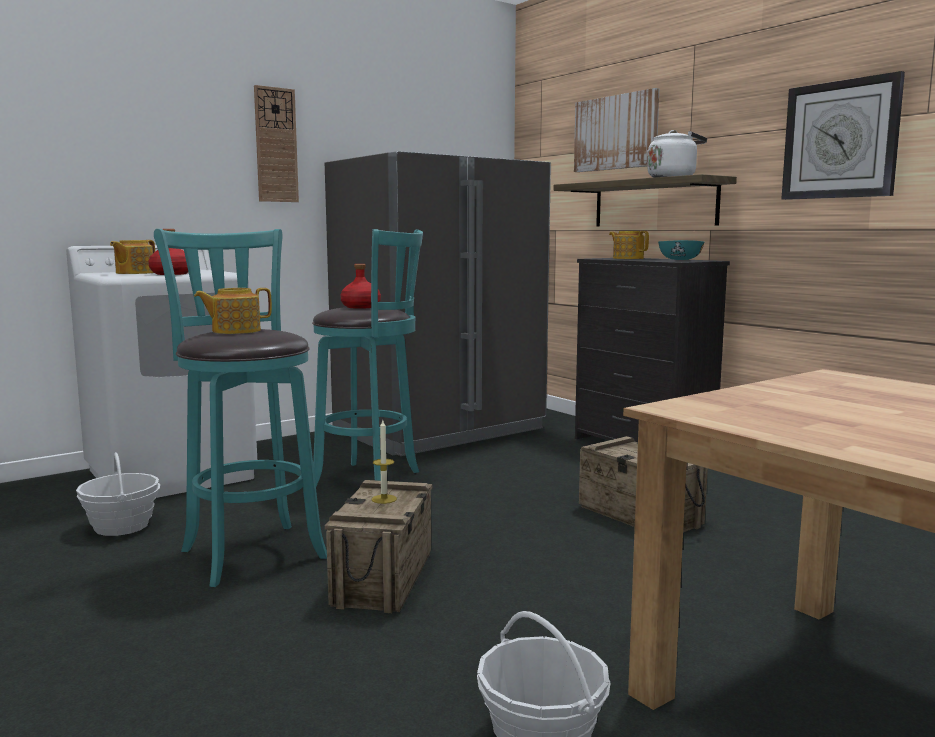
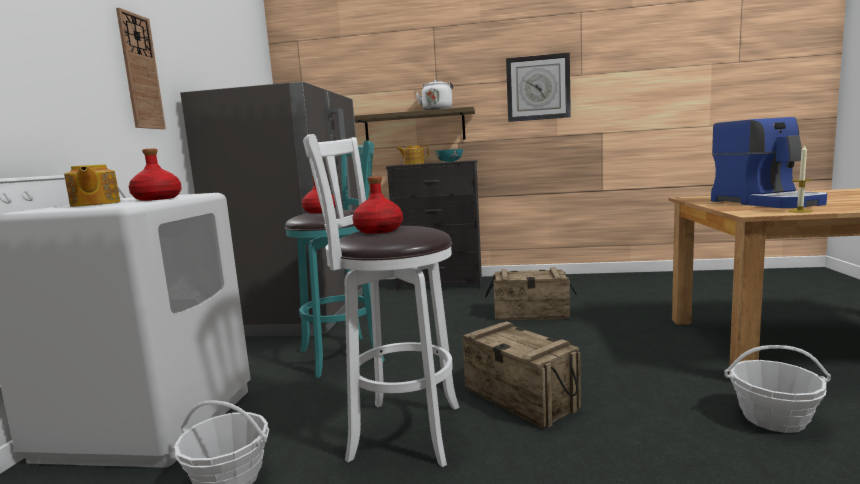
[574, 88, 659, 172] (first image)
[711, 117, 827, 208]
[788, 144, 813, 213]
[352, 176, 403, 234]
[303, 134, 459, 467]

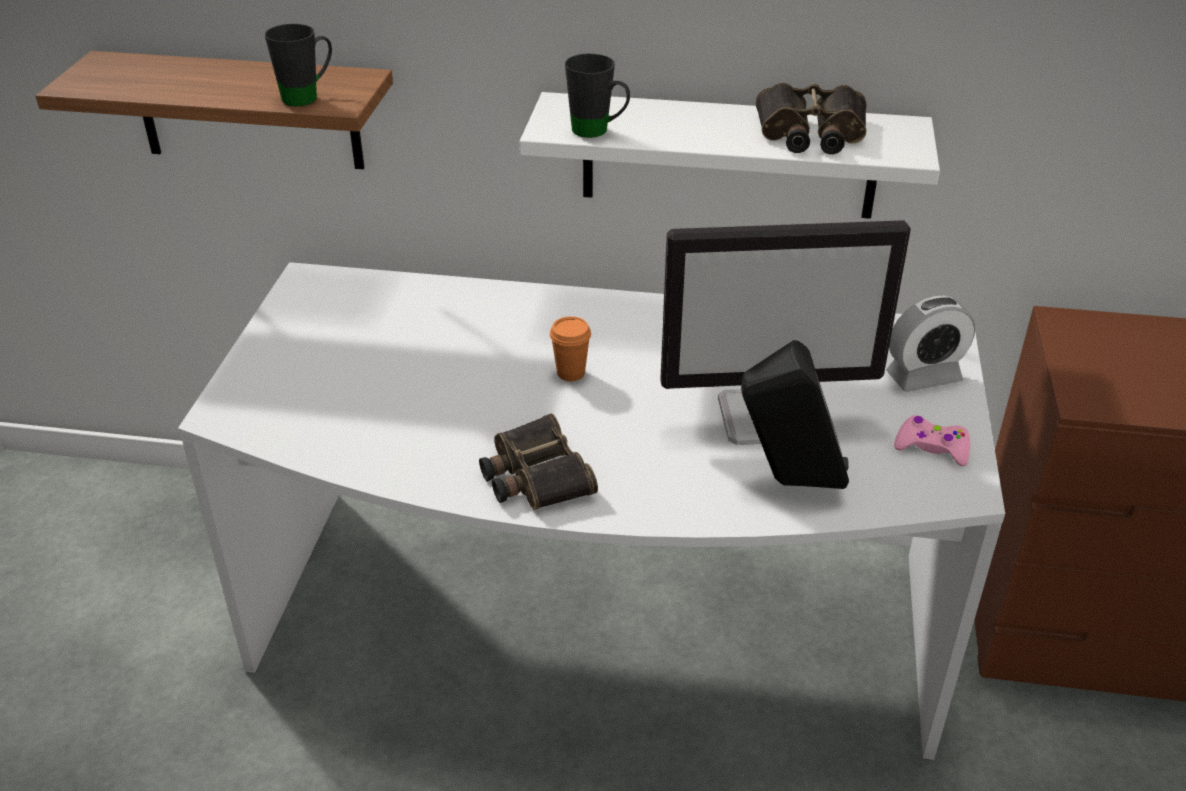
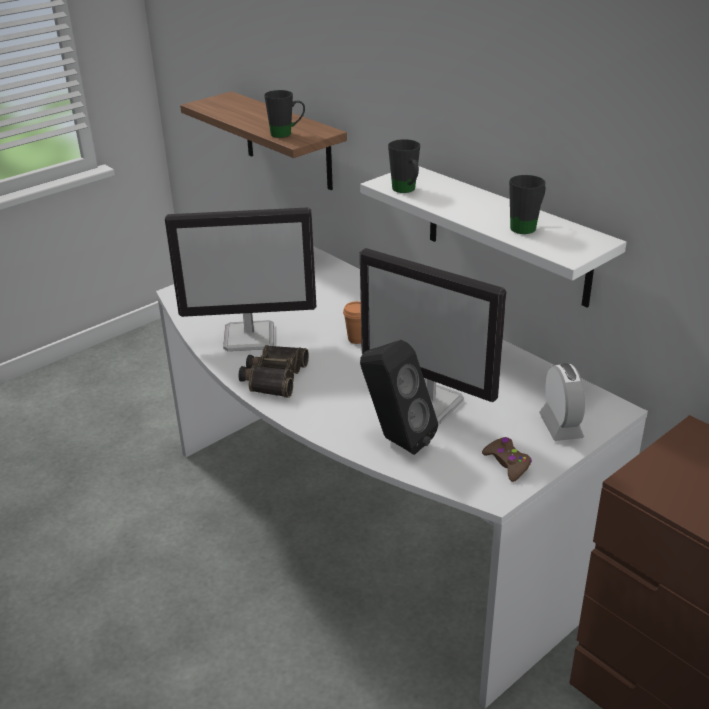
[165, 207, 316, 351]
[509, 175, 546, 234]
[482, 437, 532, 482]
[539, 364, 585, 441]

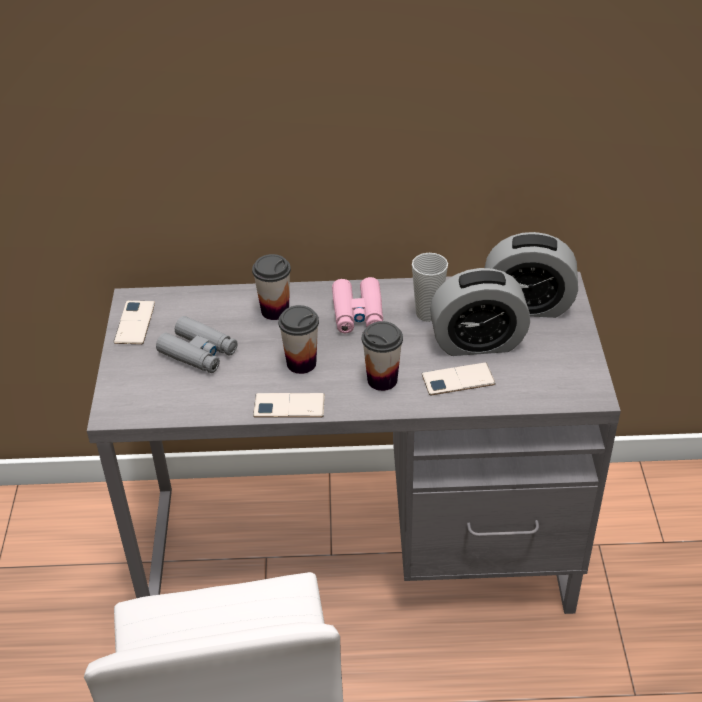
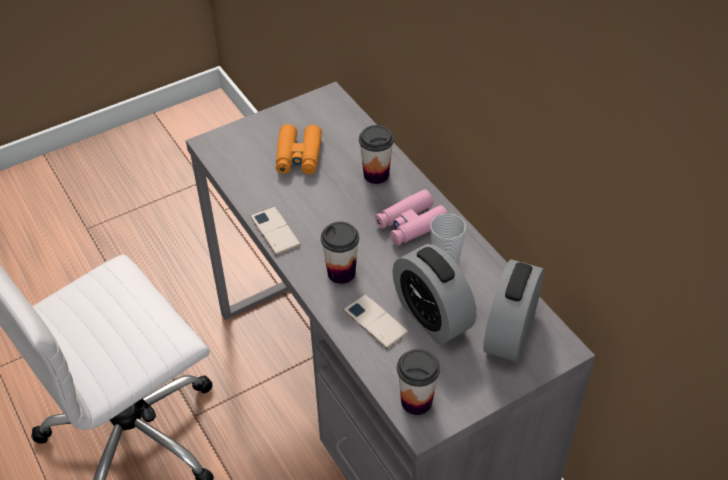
[114, 301, 155, 344] (first image)
[397, 349, 440, 415]
[276, 124, 322, 174]
[483, 259, 544, 362]

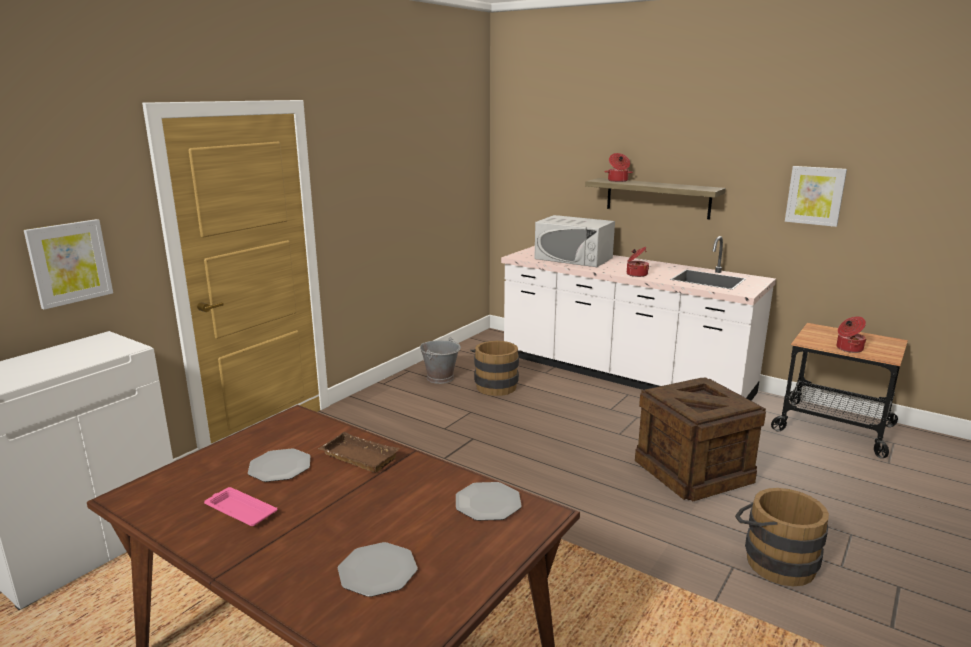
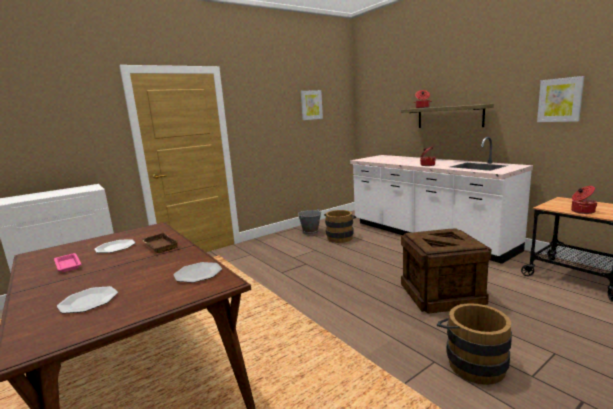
[534, 215, 615, 267] (first image)
[301, 90, 323, 120]

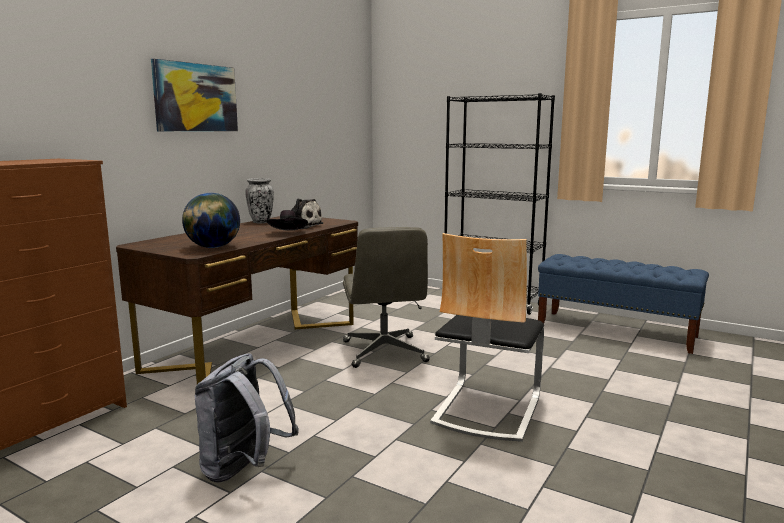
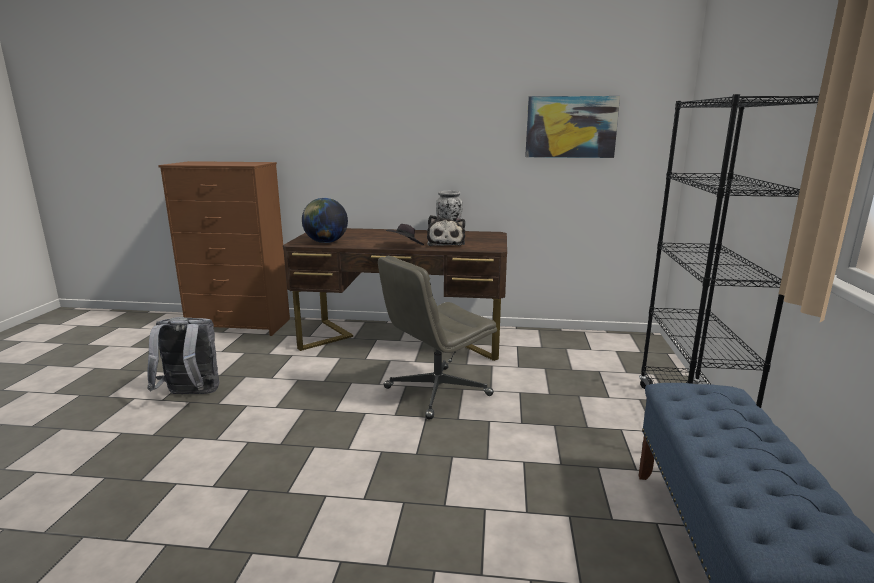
[430, 233, 544, 442] (first image)
[525, 96, 620, 158]

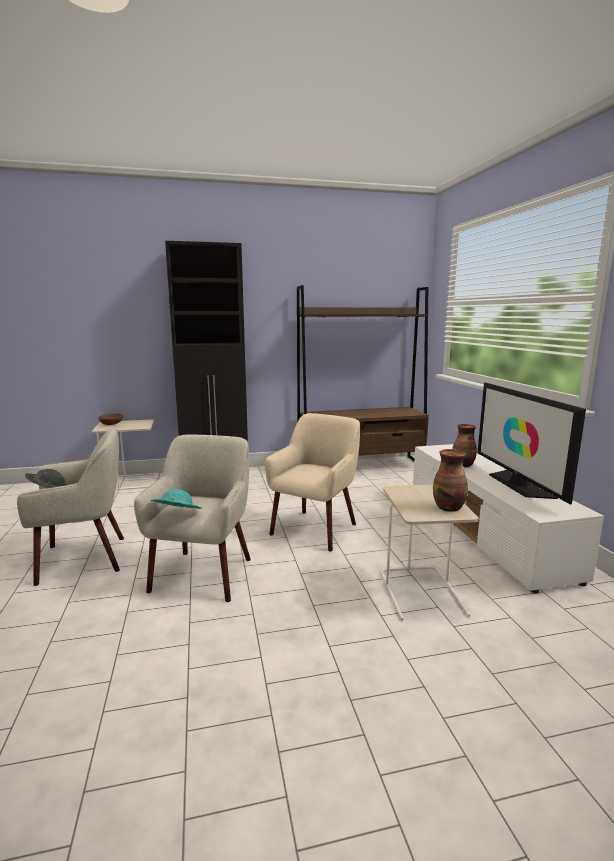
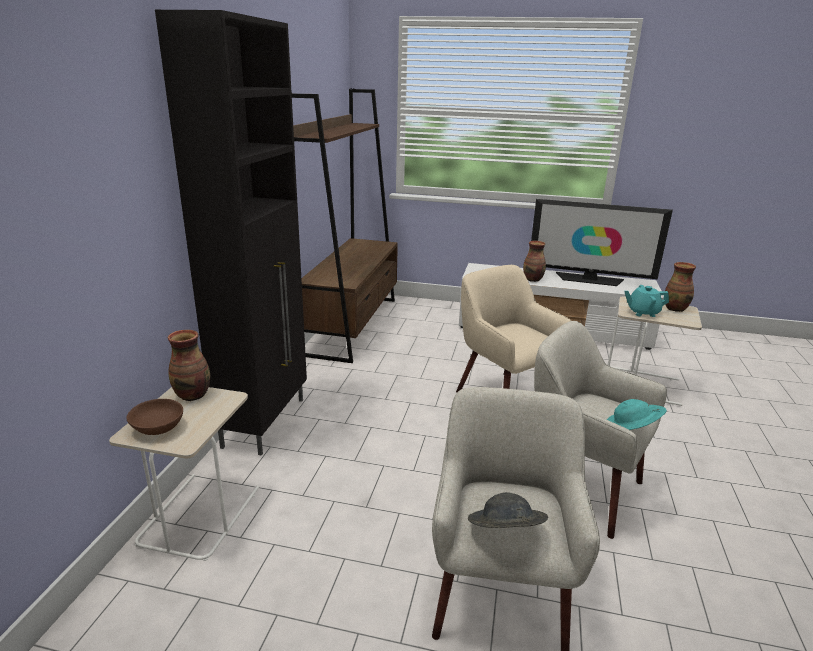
[168, 330, 210, 401]
[624, 285, 669, 317]

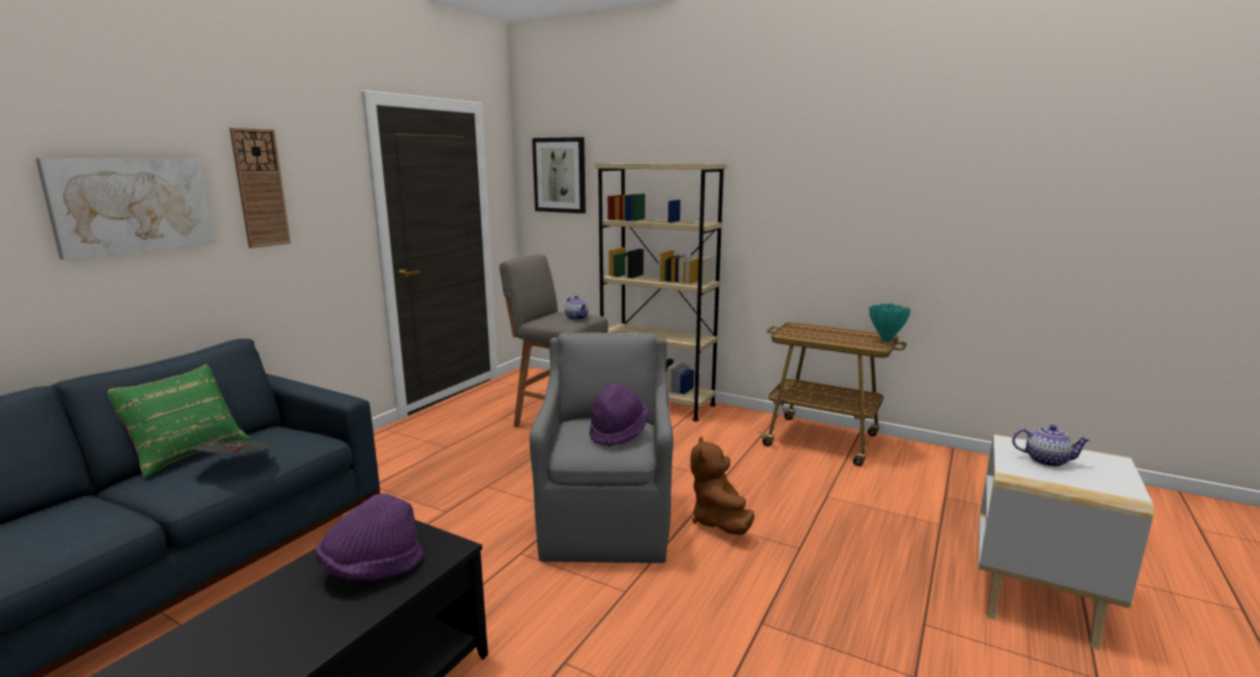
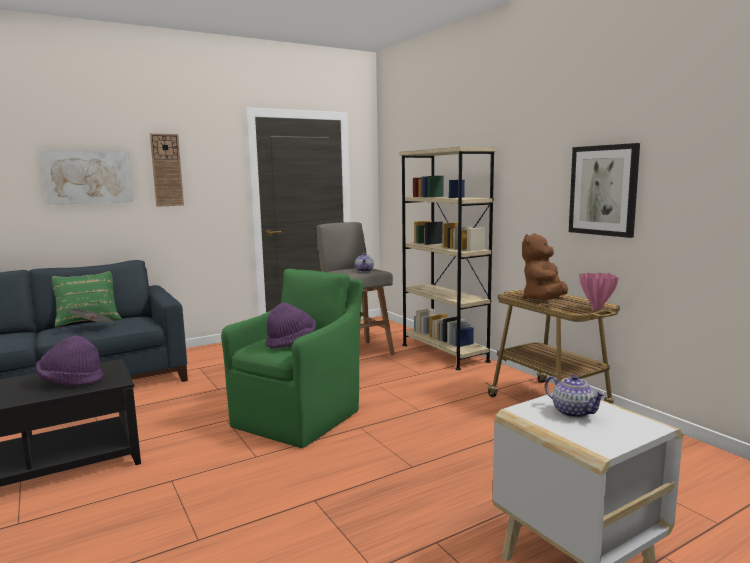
[569, 143, 640, 238]
[522, 233, 568, 300]
[221, 269, 363, 448]
[579, 273, 619, 310]

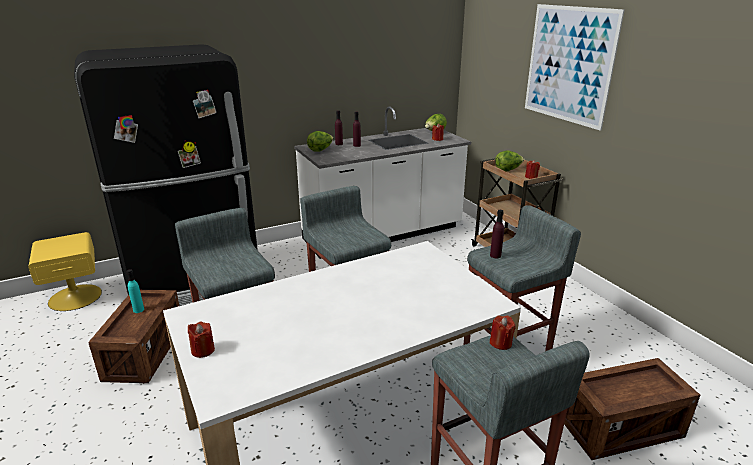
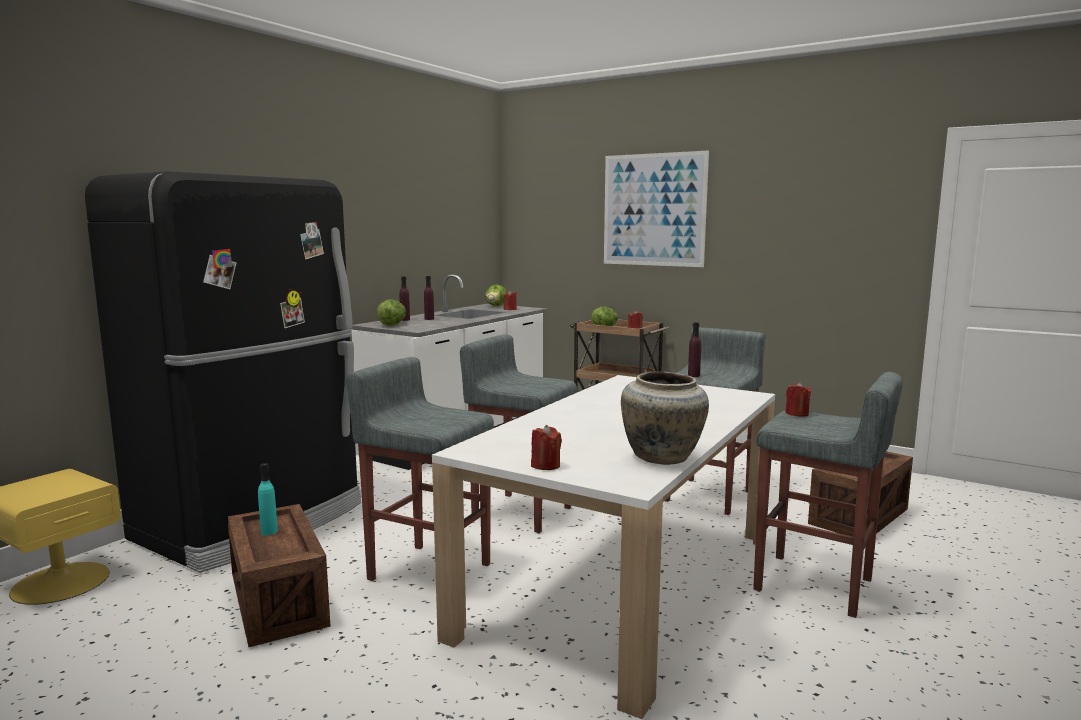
[621, 371, 709, 465]

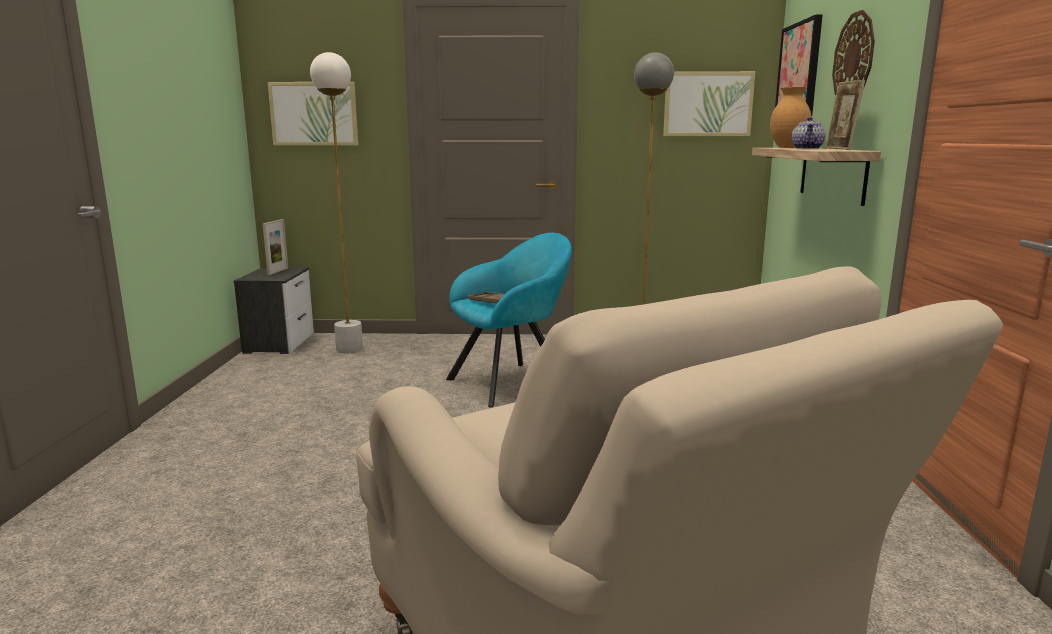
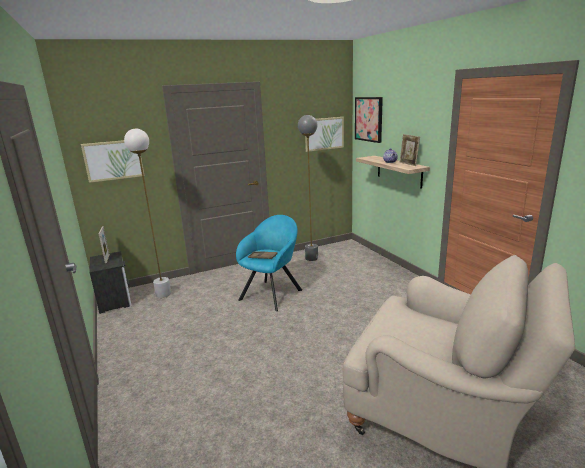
[770, 87, 811, 148] (first image)
[832, 10, 875, 95] (first image)

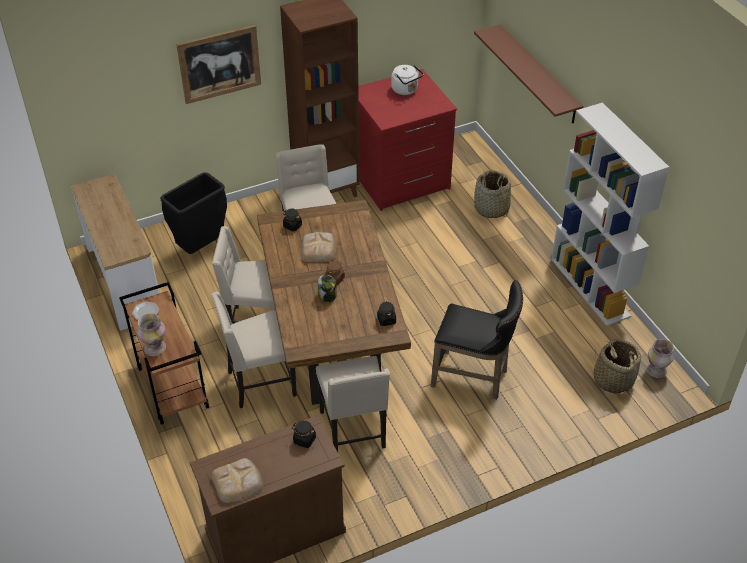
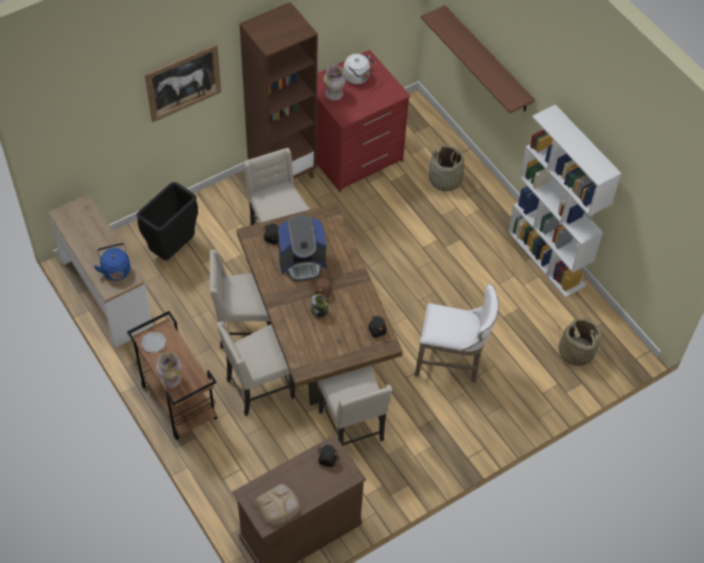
[94, 243, 130, 281]
[324, 65, 346, 100]
[278, 215, 327, 282]
[415, 284, 499, 383]

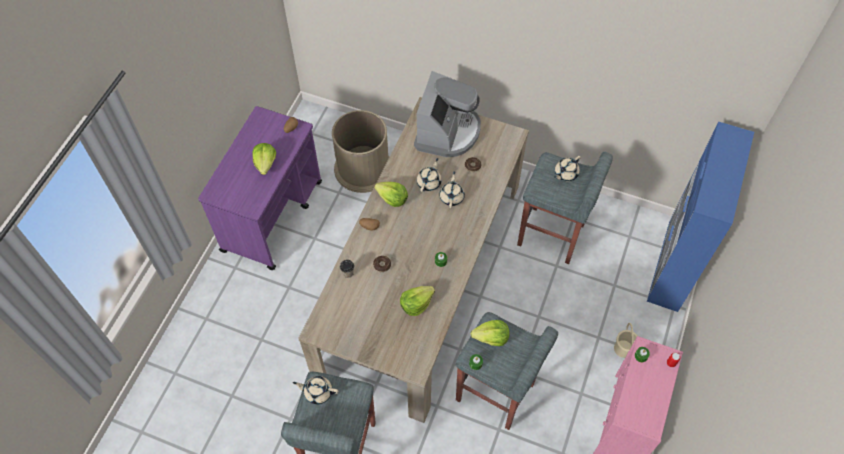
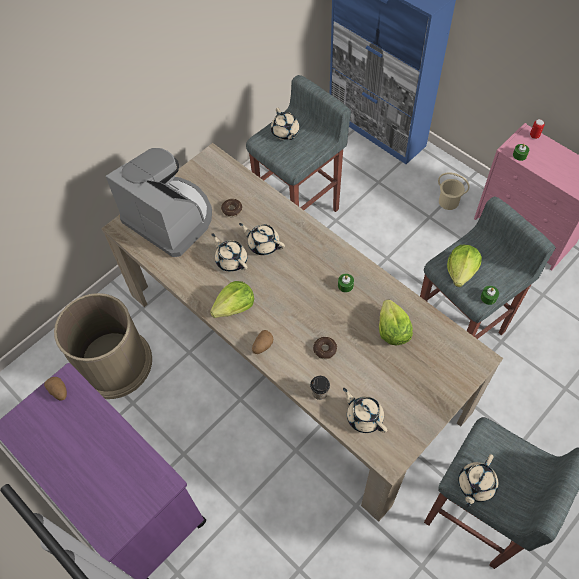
[252, 143, 276, 175] (first image)
[343, 388, 388, 433]

